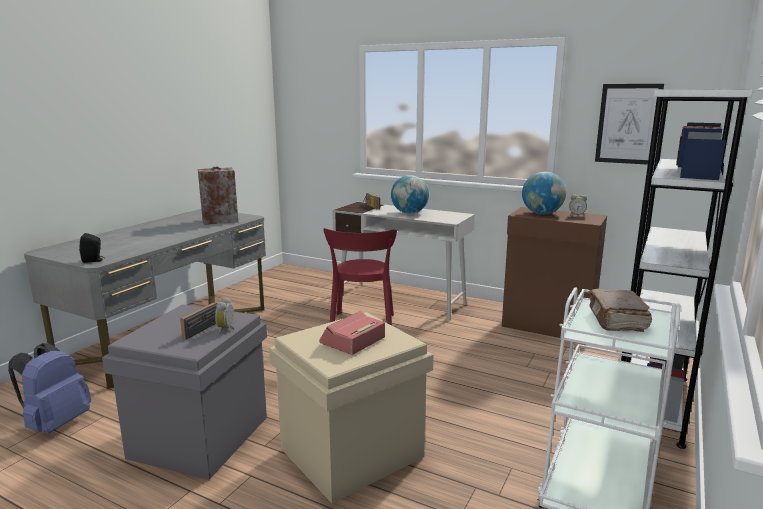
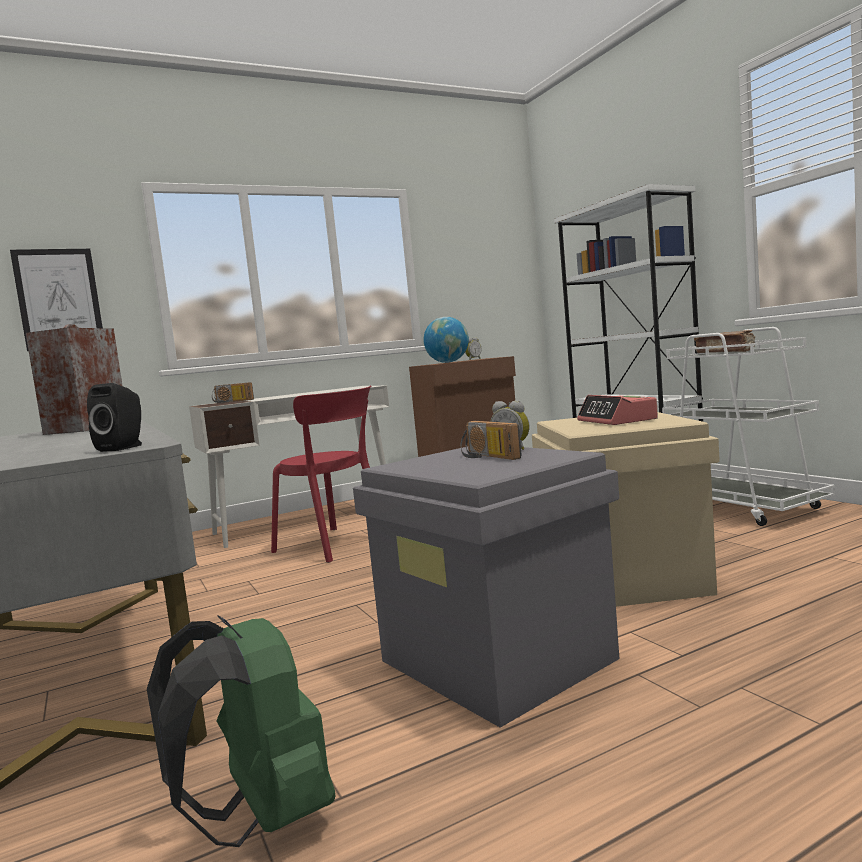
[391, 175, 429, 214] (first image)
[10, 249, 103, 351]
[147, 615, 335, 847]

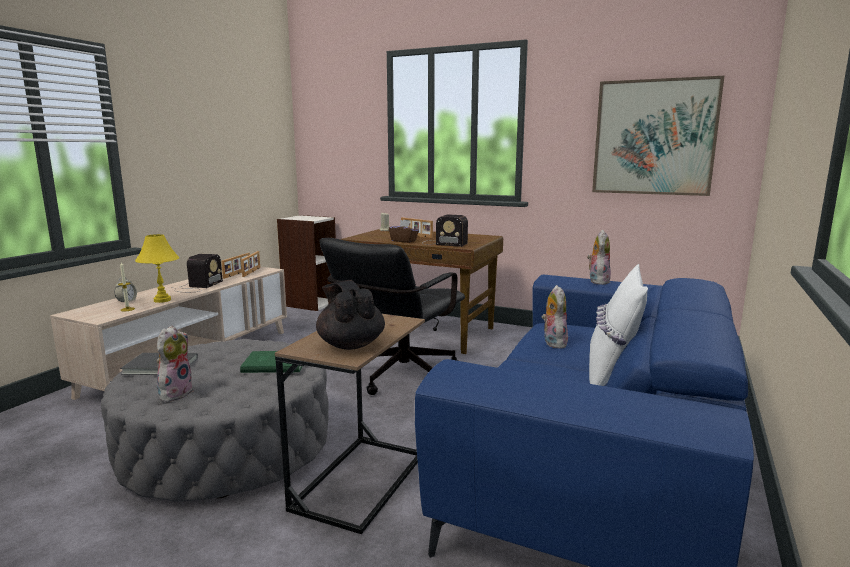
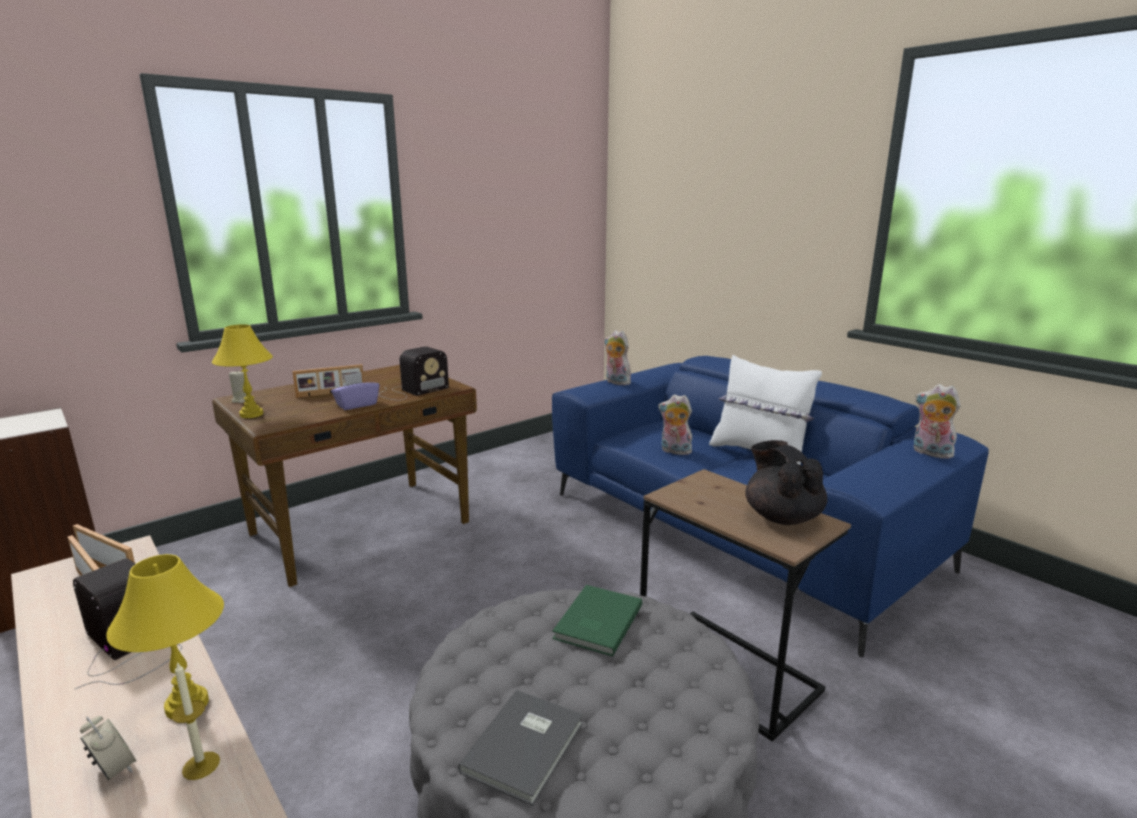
[319, 238, 465, 395] (first image)
[592, 76, 724, 196] (first image)
[212, 324, 273, 418]
[914, 384, 961, 459]
[331, 372, 380, 410]
[745, 440, 827, 525]

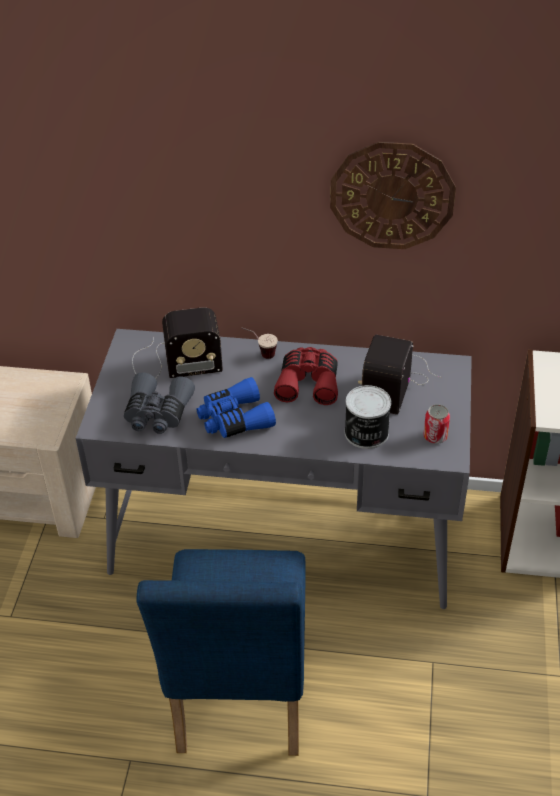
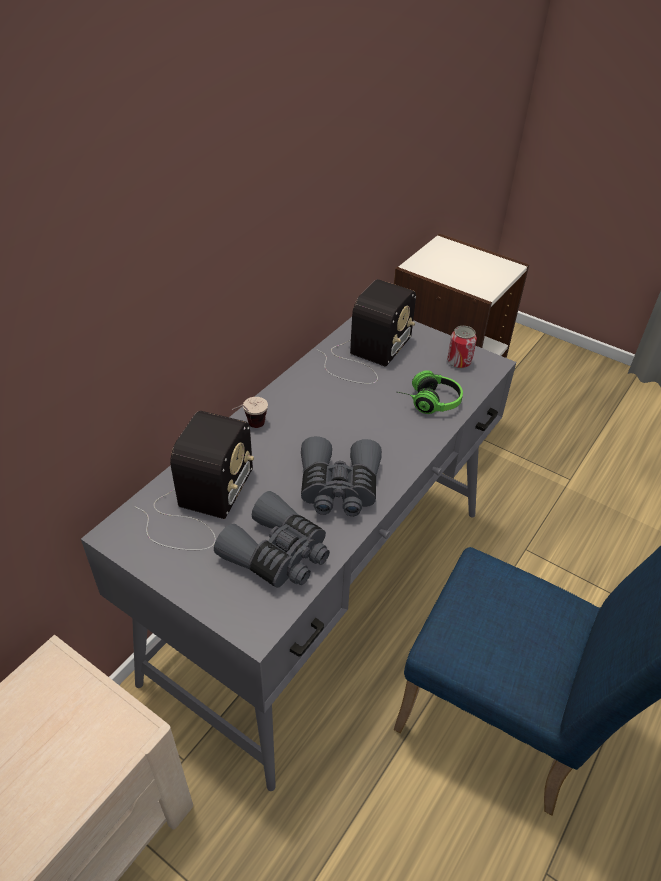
[274, 347, 338, 405] (first image)
[330, 142, 456, 249] (first image)
[398, 370, 463, 414]
[301, 436, 382, 516]
[316, 279, 416, 384]

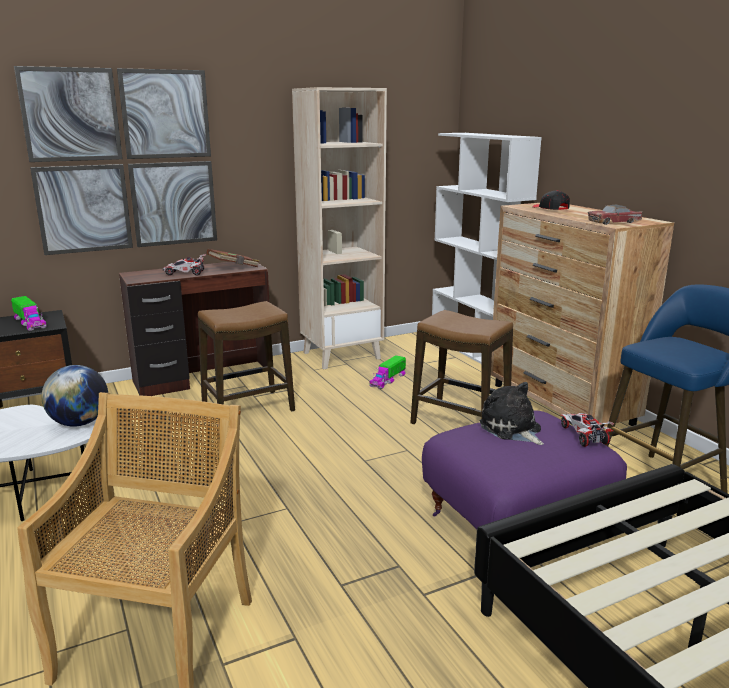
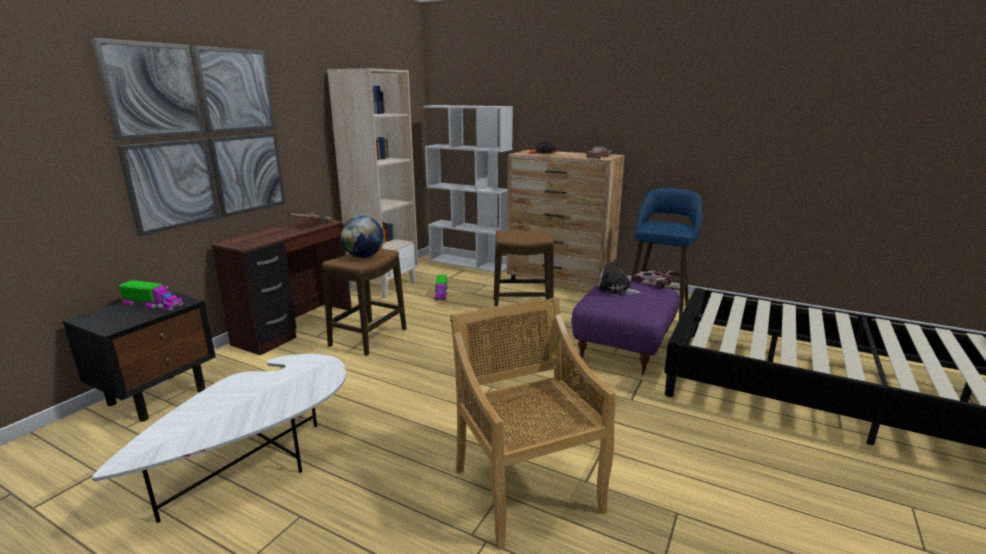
[162, 254, 206, 276] (first image)
[341, 216, 384, 258]

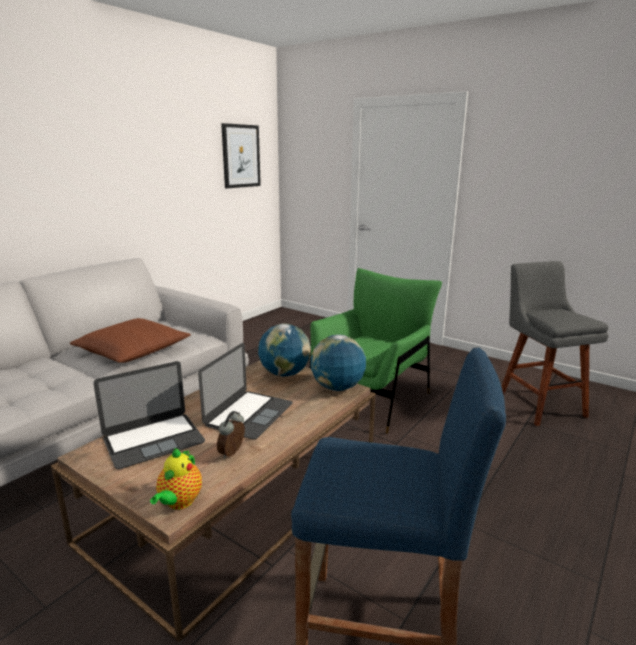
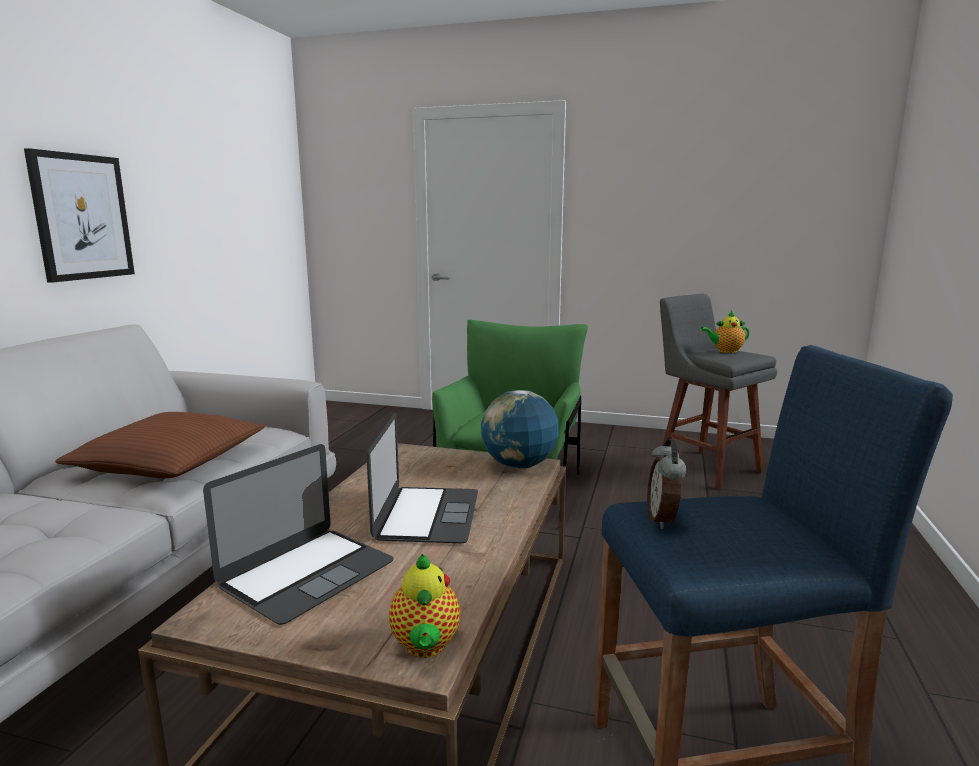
[258, 324, 311, 376] (first image)
[700, 311, 750, 353]
[647, 439, 686, 529]
[24, 148, 135, 283]

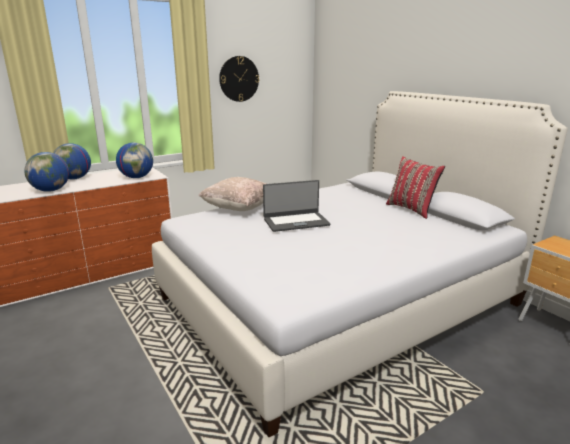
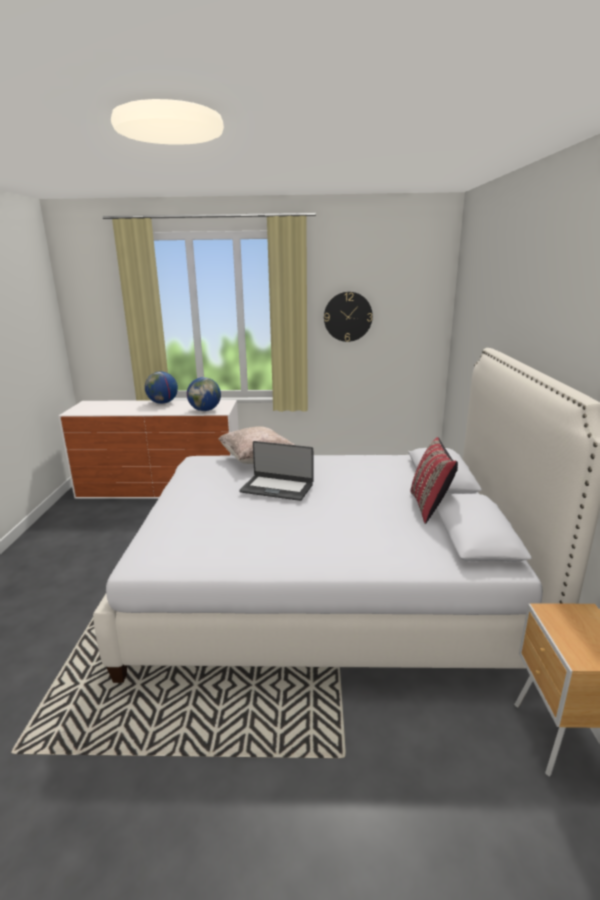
[24, 152, 69, 192] (first image)

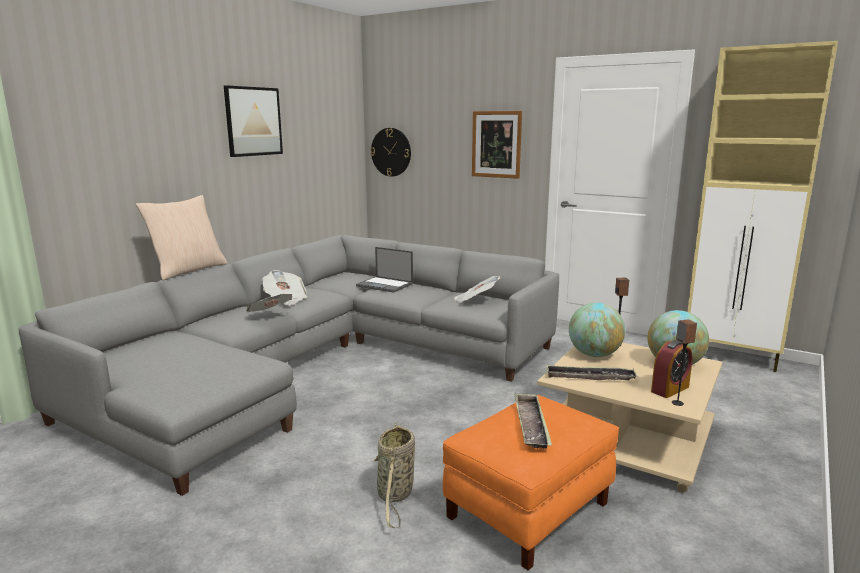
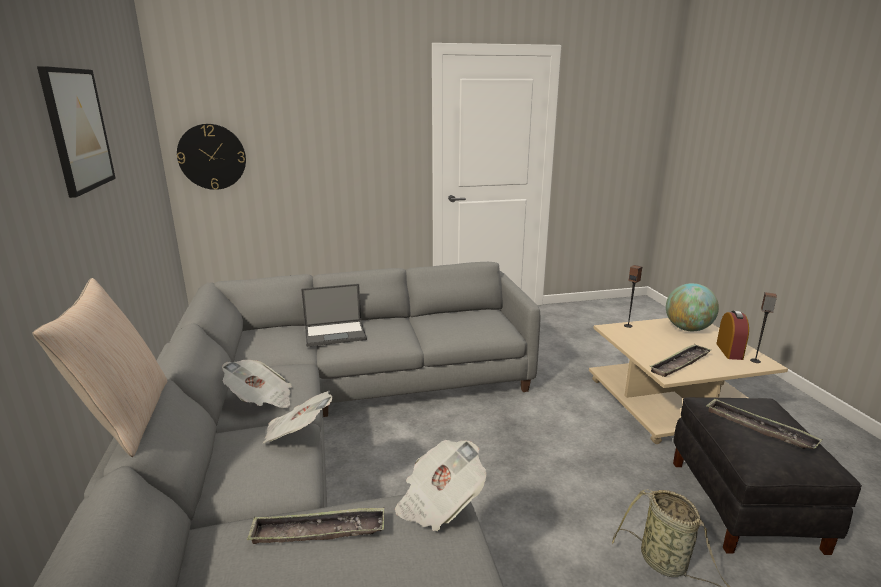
[472, 111, 522, 179] (first image)
[569, 303, 625, 357] (first image)
[687, 41, 838, 372] (first image)
[247, 507, 384, 544]
[395, 440, 486, 531]
[673, 397, 862, 555]

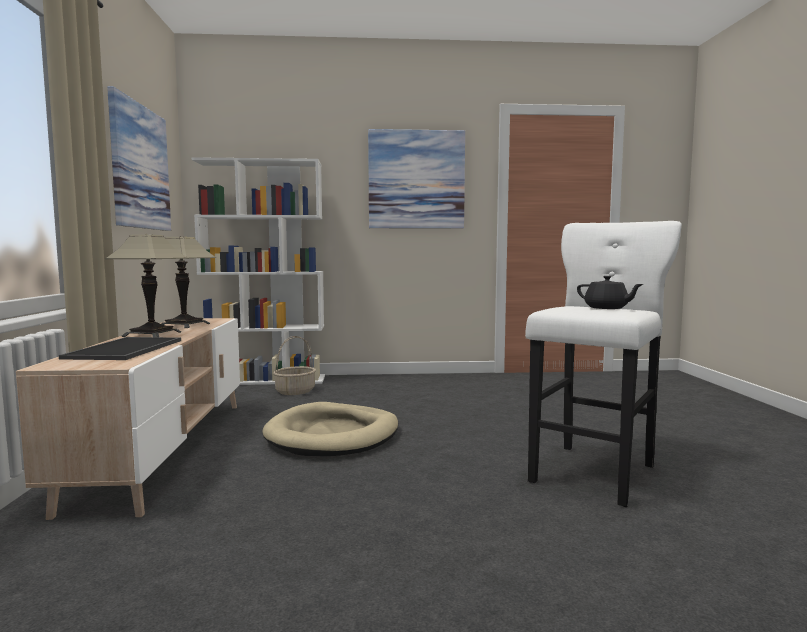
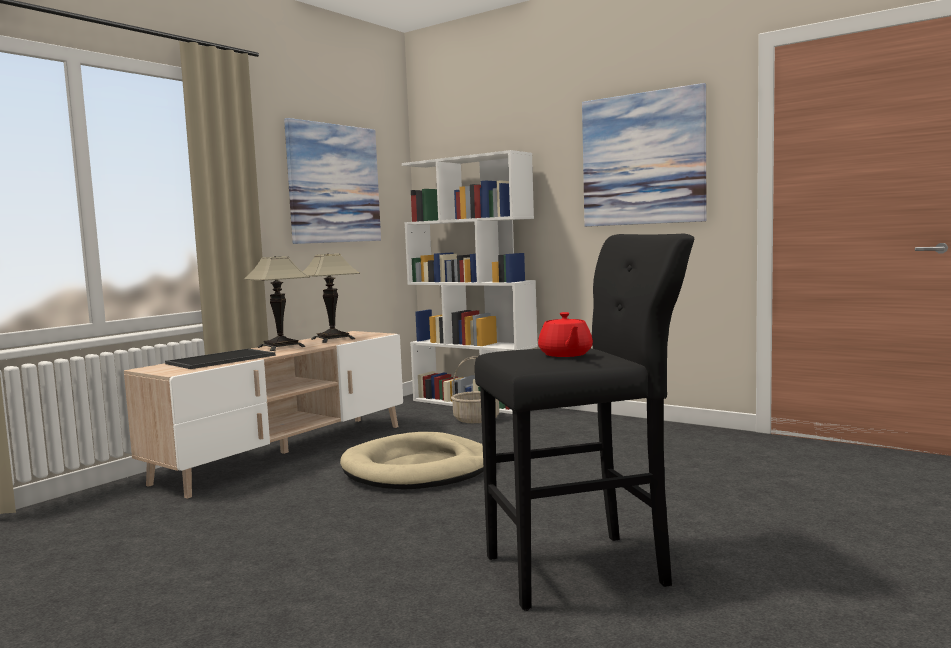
[475, 234, 694, 611]
[538, 312, 593, 357]

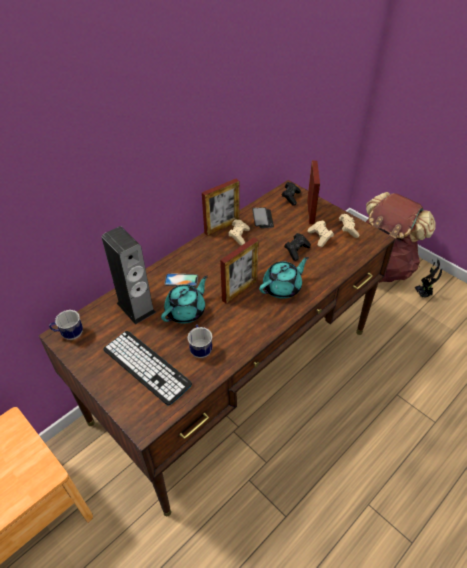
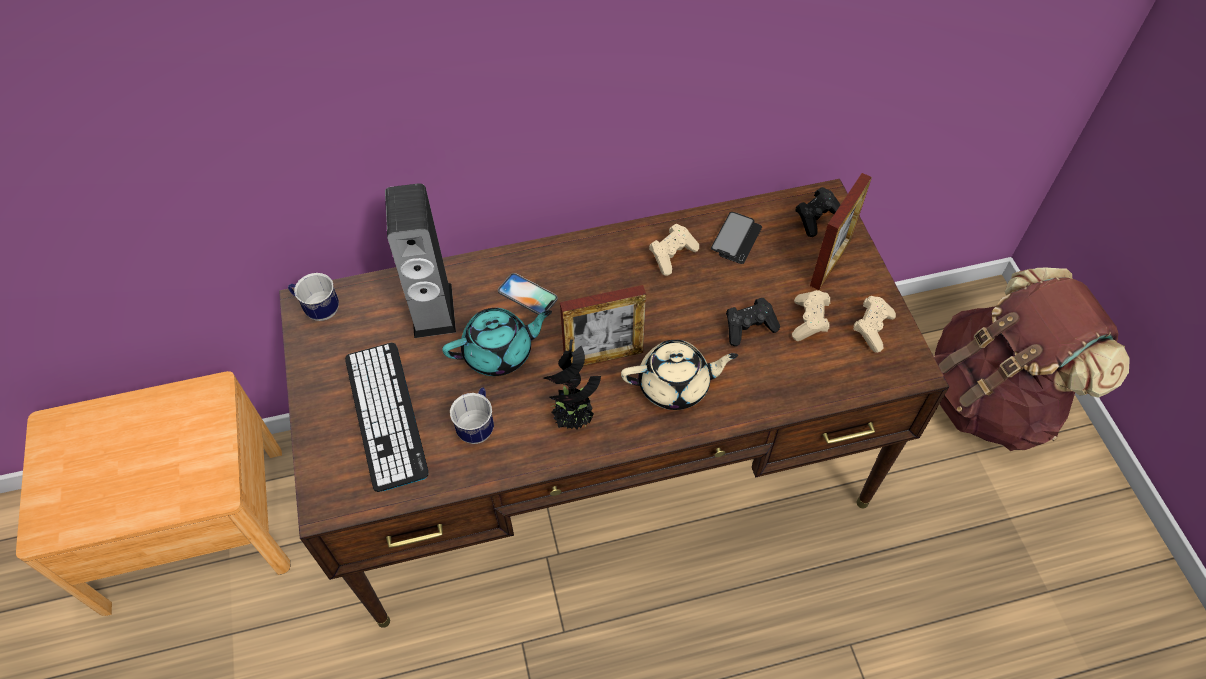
[202, 179, 240, 236] (first image)
[543, 339, 601, 430]
[621, 340, 738, 410]

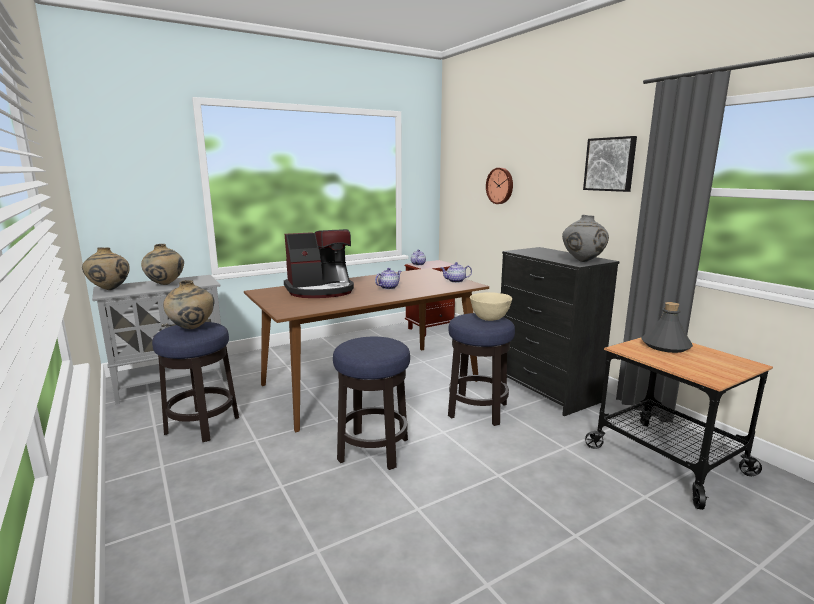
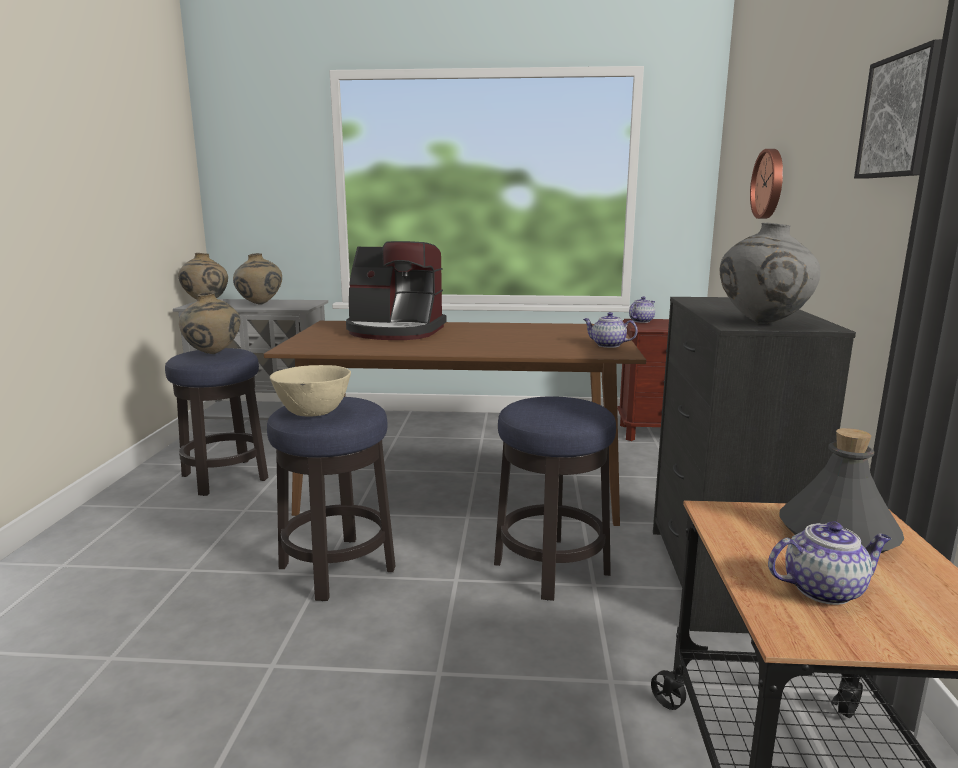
[768, 521, 891, 605]
[270, 365, 351, 417]

